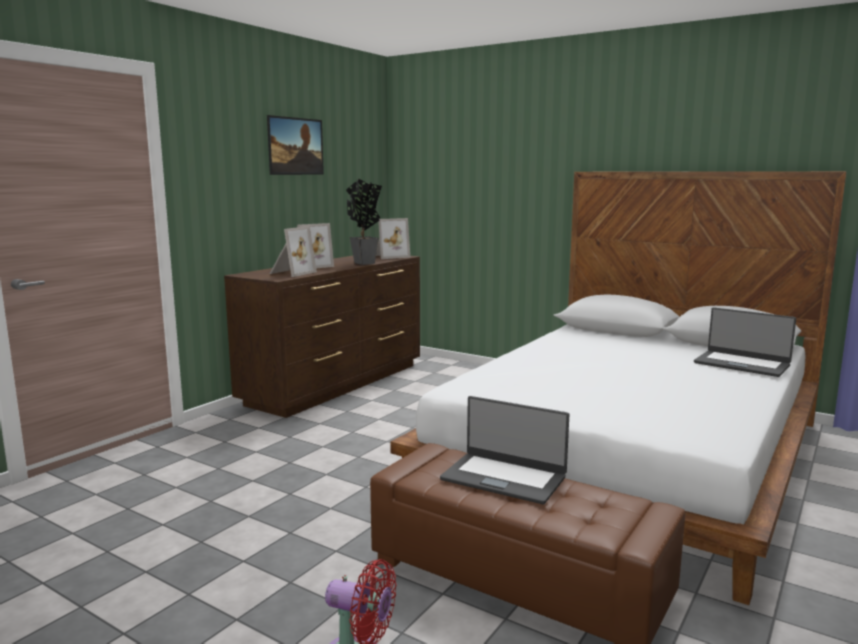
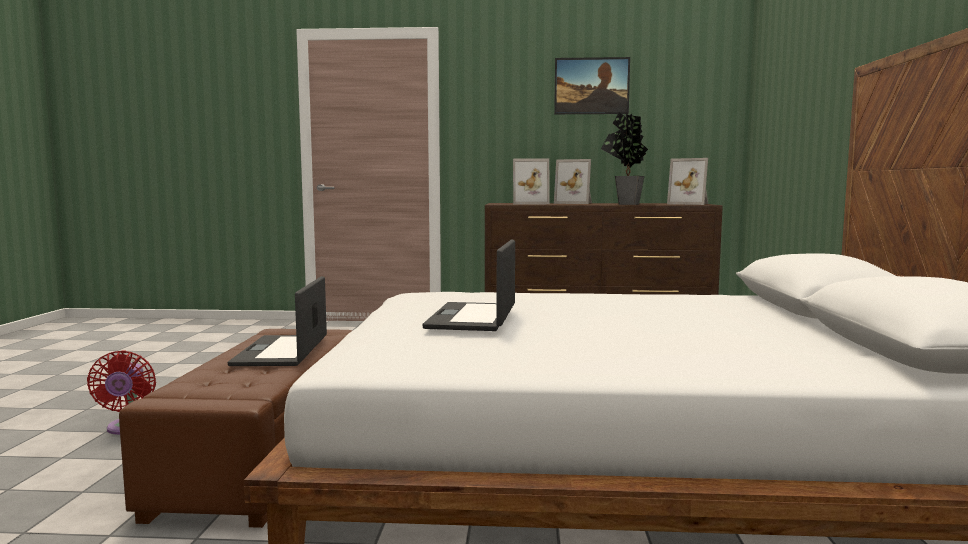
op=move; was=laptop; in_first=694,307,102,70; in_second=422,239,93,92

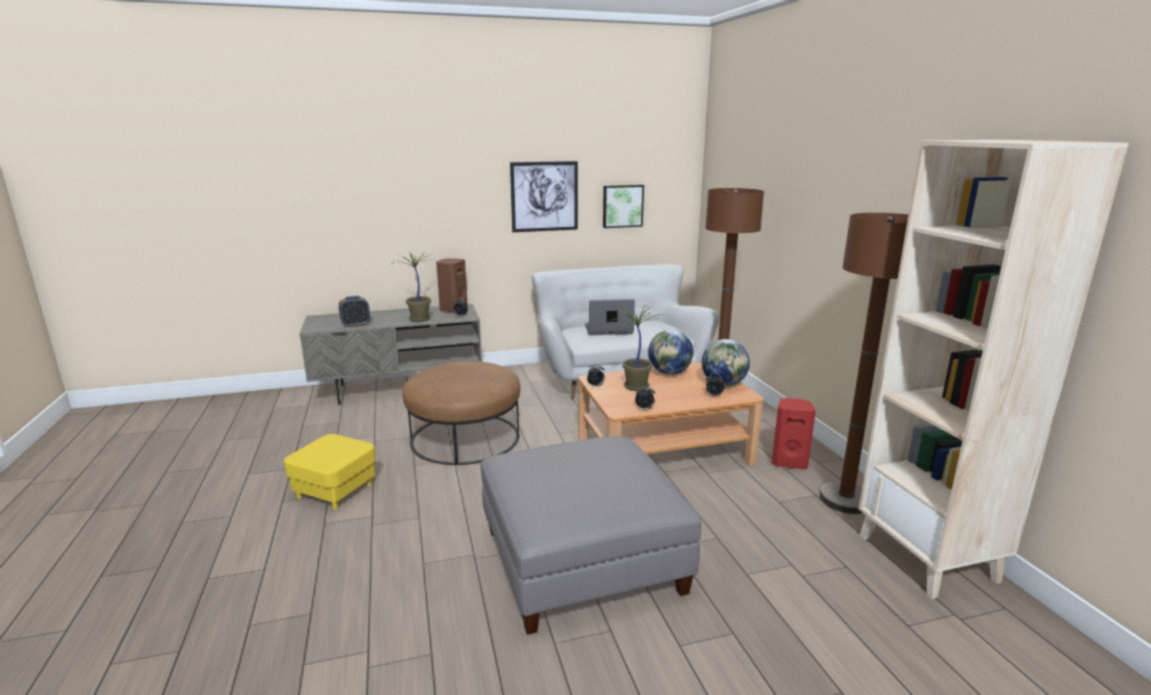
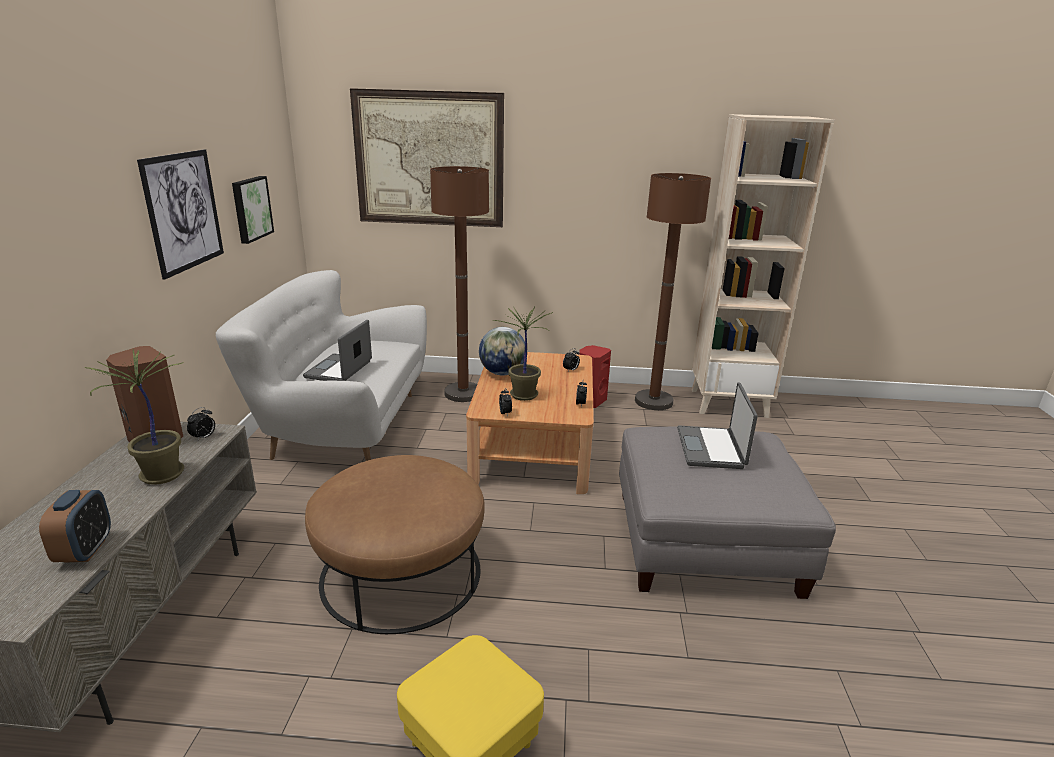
op=delete; was=globe; in_first=702,339,48,47
op=insert; now=picture; in_second=350,88,154,139
op=insert; now=laptop; in_second=677,383,81,86

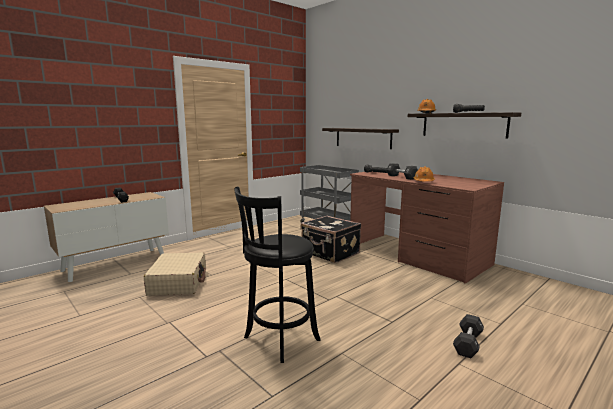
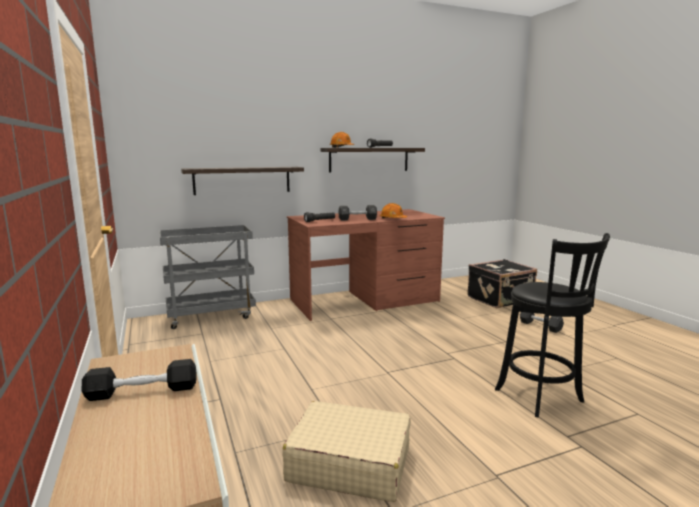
op=move; was=black suitcase; in_first=300,215,61,48; in_second=468,259,69,49

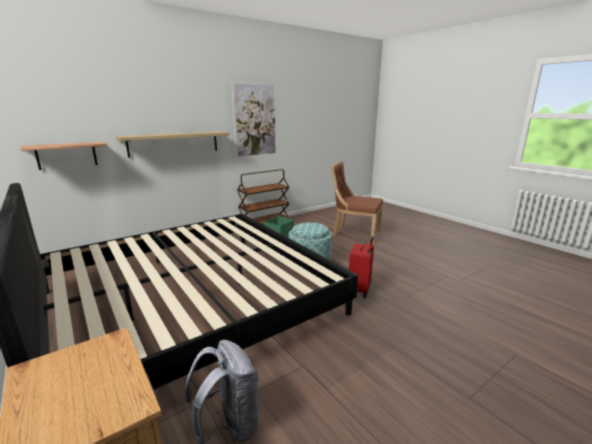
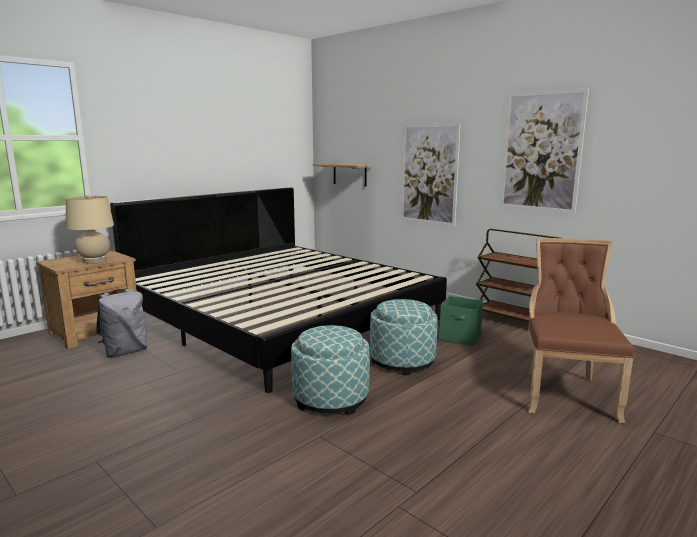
op=replace; was=shelf; now=picture; in_first=116,131,113,27; in_second=401,123,60,103
op=replace; was=red suitcase; now=ottoman; in_first=349,236,25,62; in_second=291,325,79,90
op=insert; now=beige table lamp; in_second=66,195,48,69

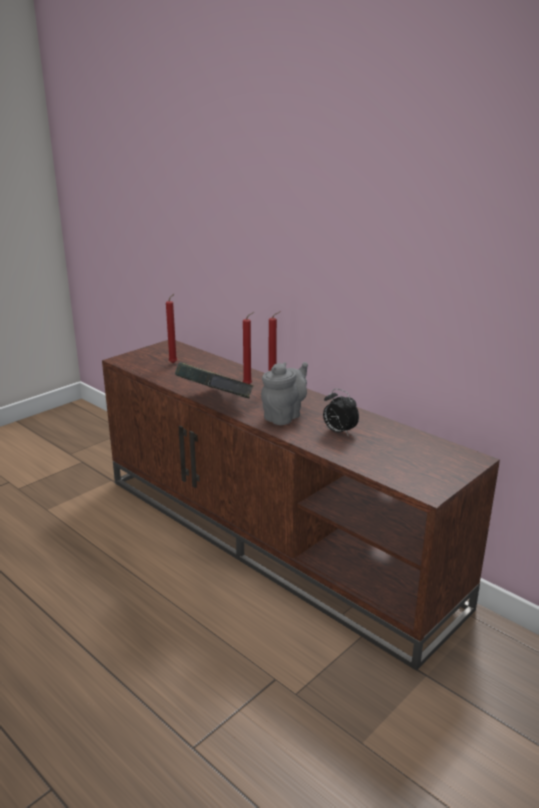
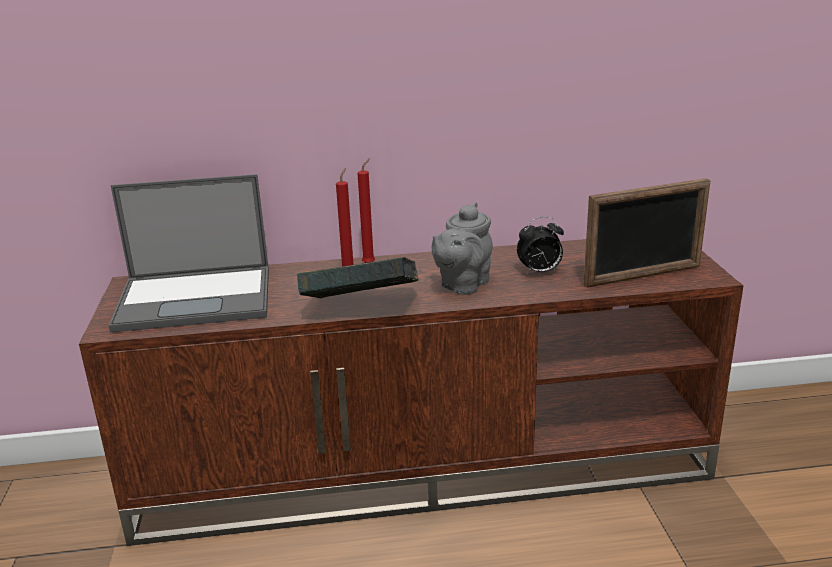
op=replace; was=red candle; now=laptop; in_first=166,293,11,70; in_second=109,174,160,159
op=rotate; was=grey teapot; in_first=261,362,47,63; in_second=432,202,61,93; clockwise=-135
op=insert; now=picture frame; in_second=584,178,127,110

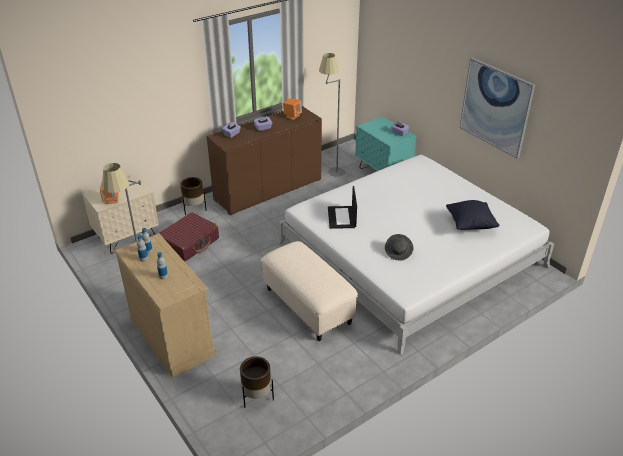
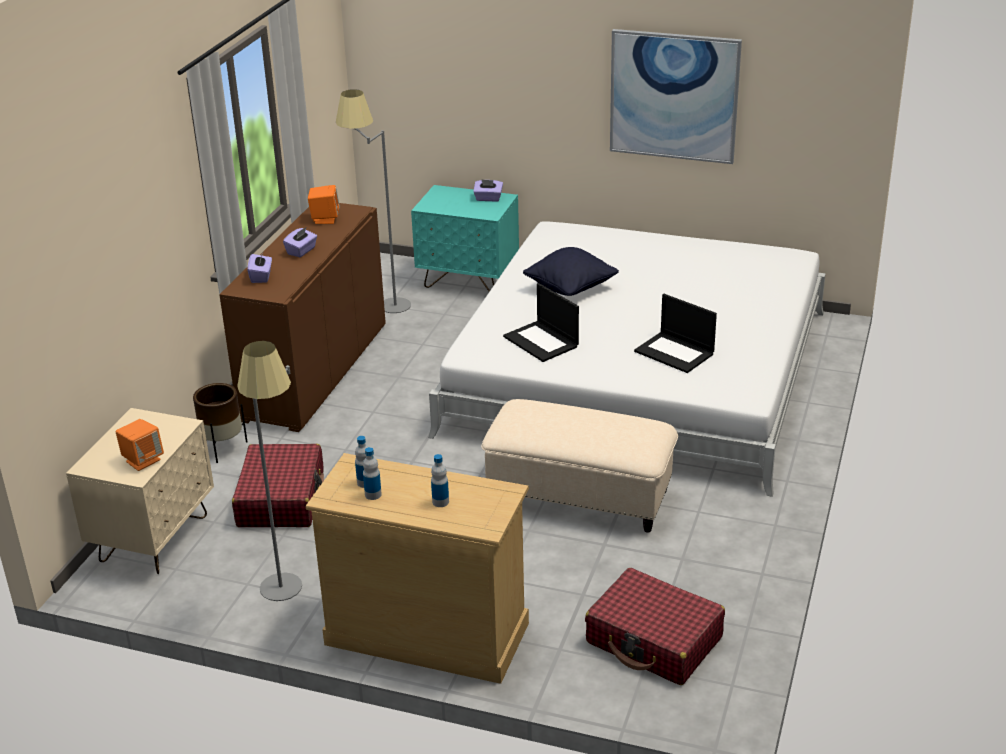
op=replace; was=brown planter; now=red suitcase; in_first=240,356,34,52; in_second=585,568,140,117
op=replace; was=grey hat; now=laptop; in_first=385,234,29,26; in_second=634,294,83,79
op=move; was=black pillow; in_first=446,200,54,30; in_second=523,247,96,49

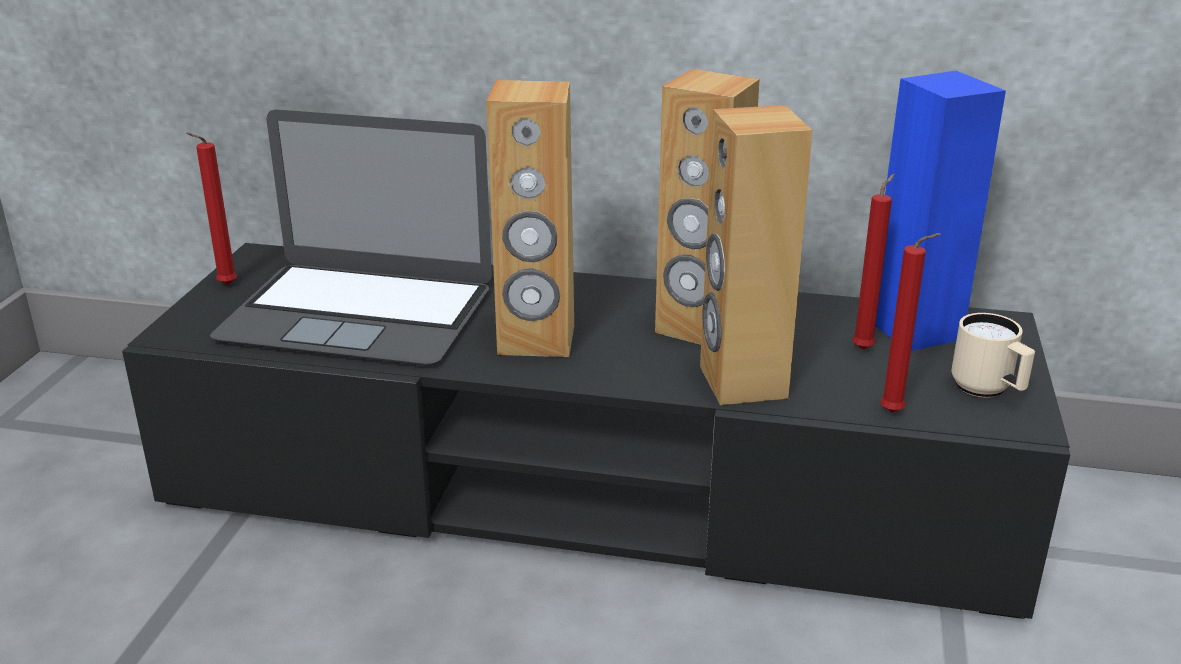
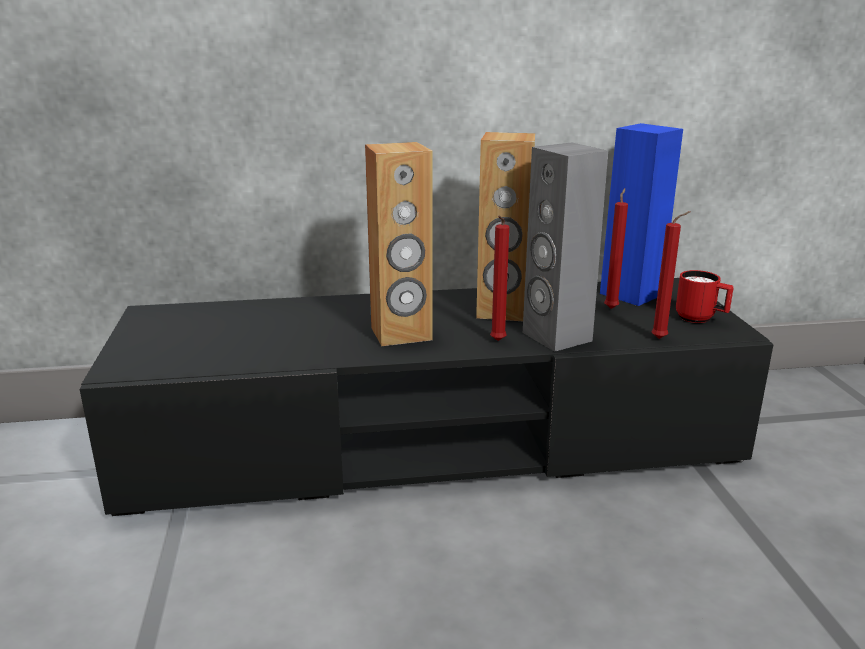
op=move; was=red candle; in_first=186,132,51,153; in_second=490,216,19,125
op=delete; was=laptop; in_first=210,110,282,256
op=recolor; was=brown speaker; now=grey speaker; in_first=700,105,112,300; in_second=523,142,85,210
op=recolor; was=beige mug; now=red mug; in_first=951,313,84,85; in_second=676,270,58,53

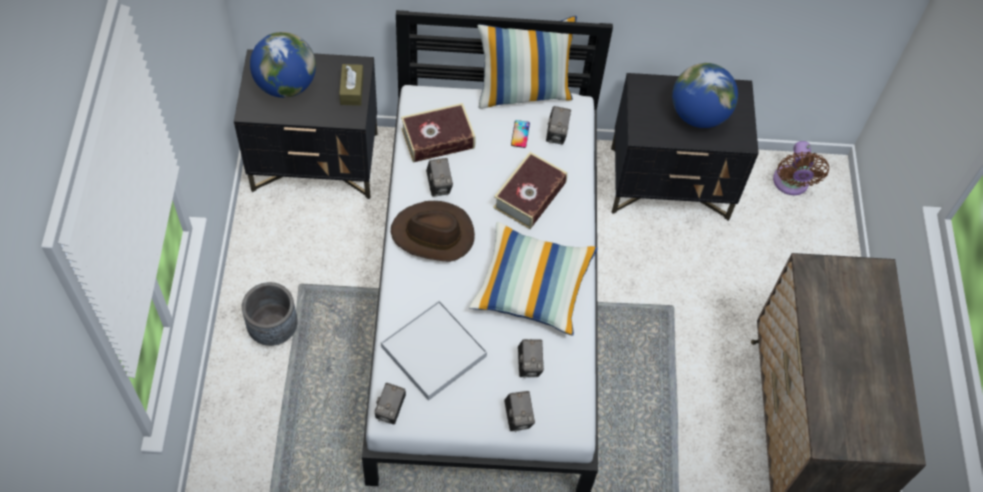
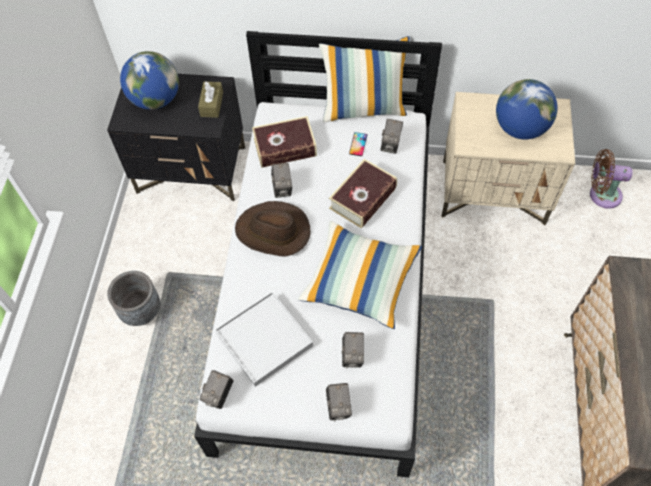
op=recolor; was=black nightstand; now=beige nightstand; in_first=611,73,148,148; in_second=441,92,134,133
op=rotate; was=brown fan; in_first=773,141,56,54; in_second=590,149,43,60; clockwise=90

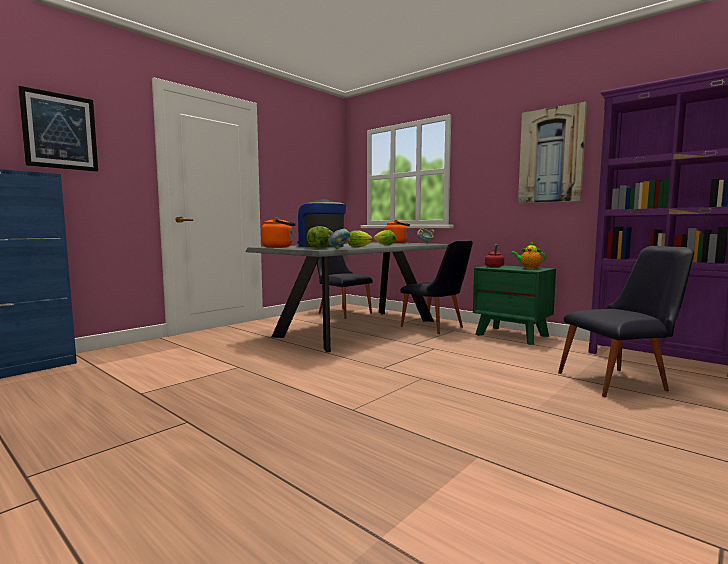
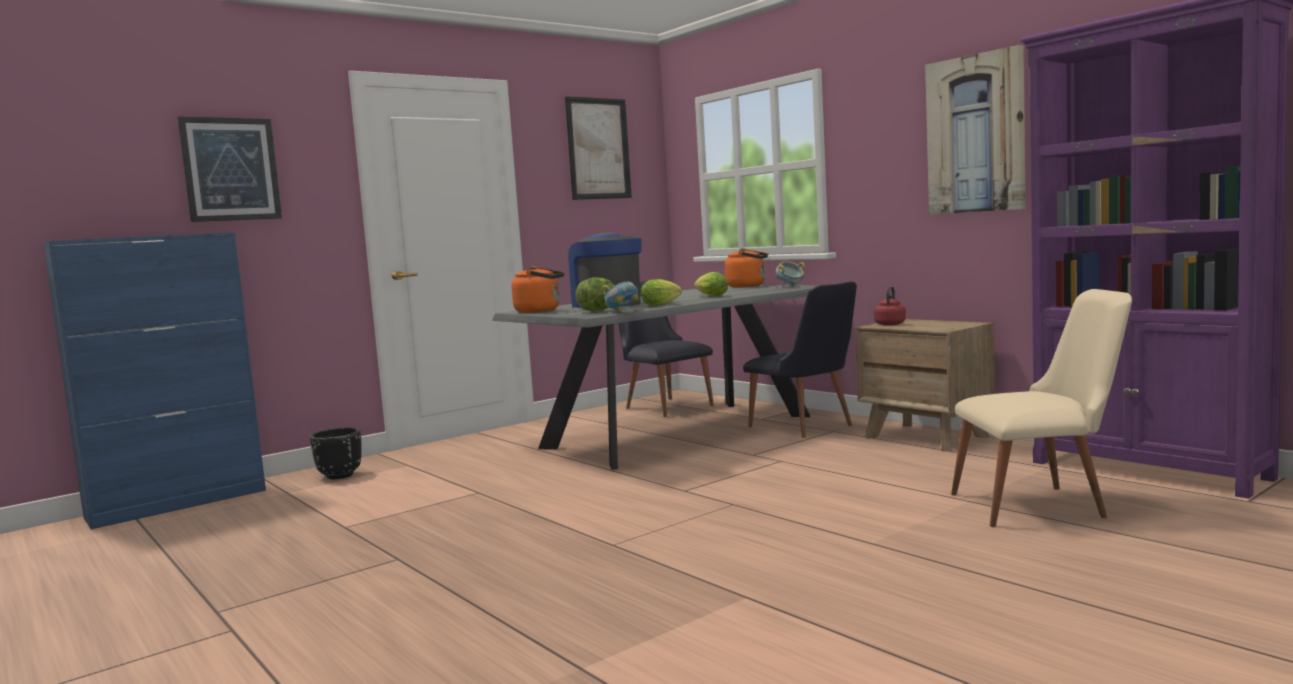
op=recolor; was=green nightstand; now=brown nightstand; in_first=473,265,83,80; in_second=855,319,140,133
op=delete; was=teapot; in_first=511,241,34,28
op=recolor; was=black chair; now=beige chair; in_first=558,246,136,151; in_second=951,289,181,238
op=insert; now=black planter; in_second=310,427,52,52
op=insert; now=picture; in_second=565,96,67,104

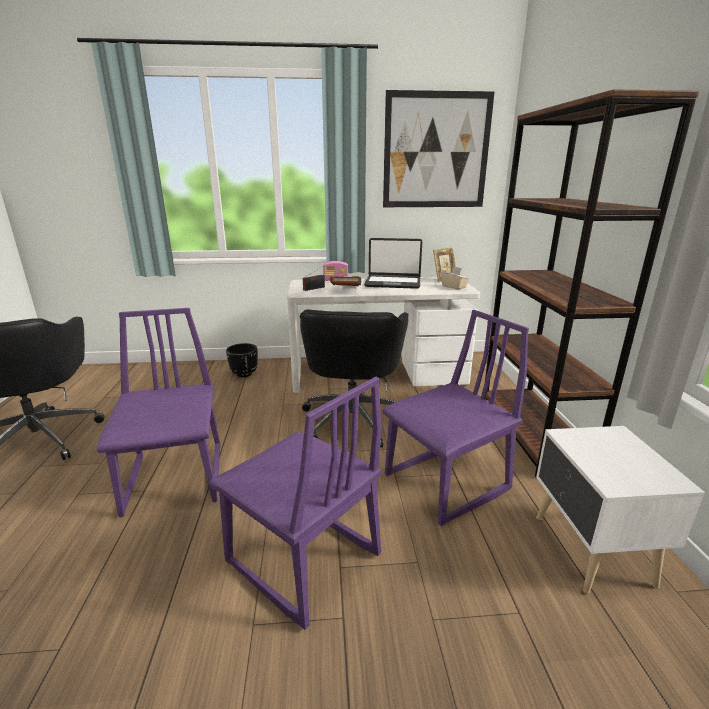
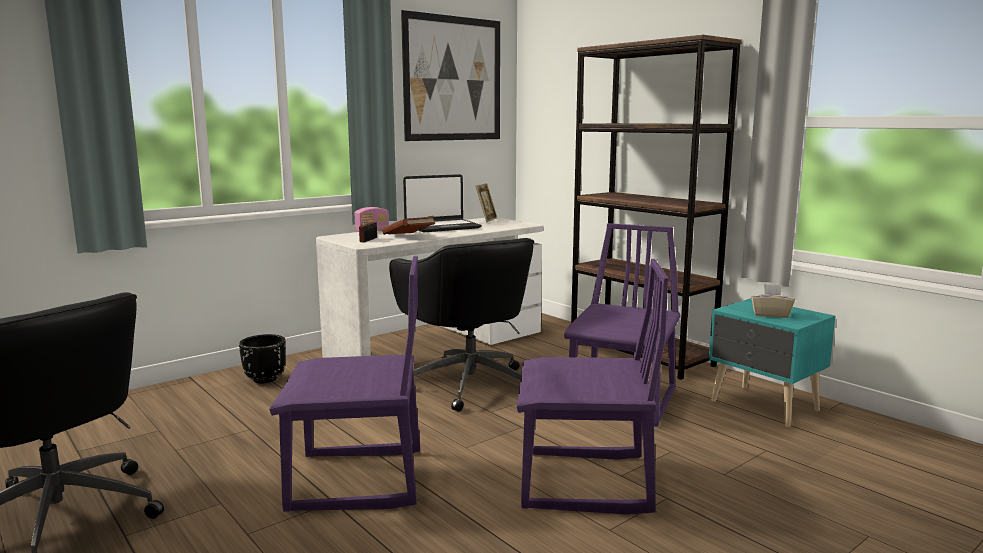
op=rotate; was=purple chair; in_first=96,308,124,209; in_second=269,256,151,256; clockwise=135
op=move; was=beige tissue box; in_first=441,267,29,23; in_second=751,284,44,34
op=recolor; was=white nightstand; now=turquoise nightstand; in_first=536,426,169,168; in_second=709,298,126,129

